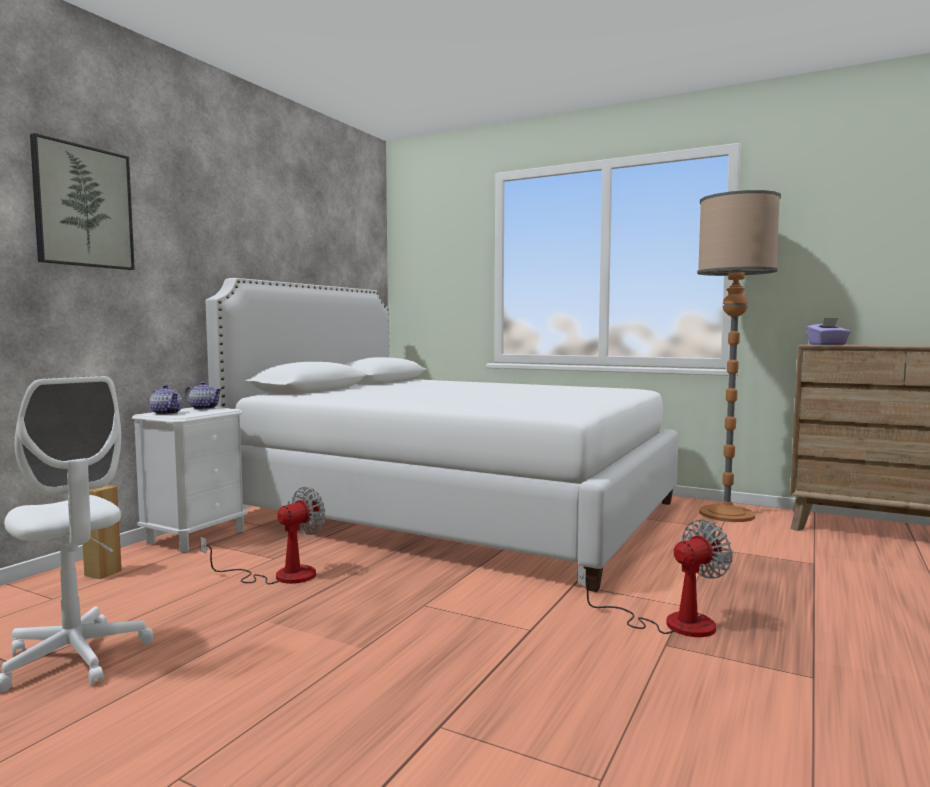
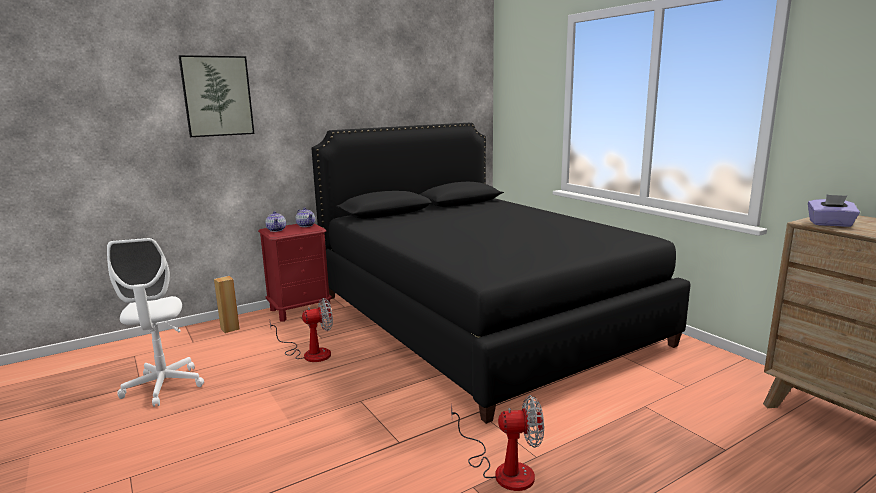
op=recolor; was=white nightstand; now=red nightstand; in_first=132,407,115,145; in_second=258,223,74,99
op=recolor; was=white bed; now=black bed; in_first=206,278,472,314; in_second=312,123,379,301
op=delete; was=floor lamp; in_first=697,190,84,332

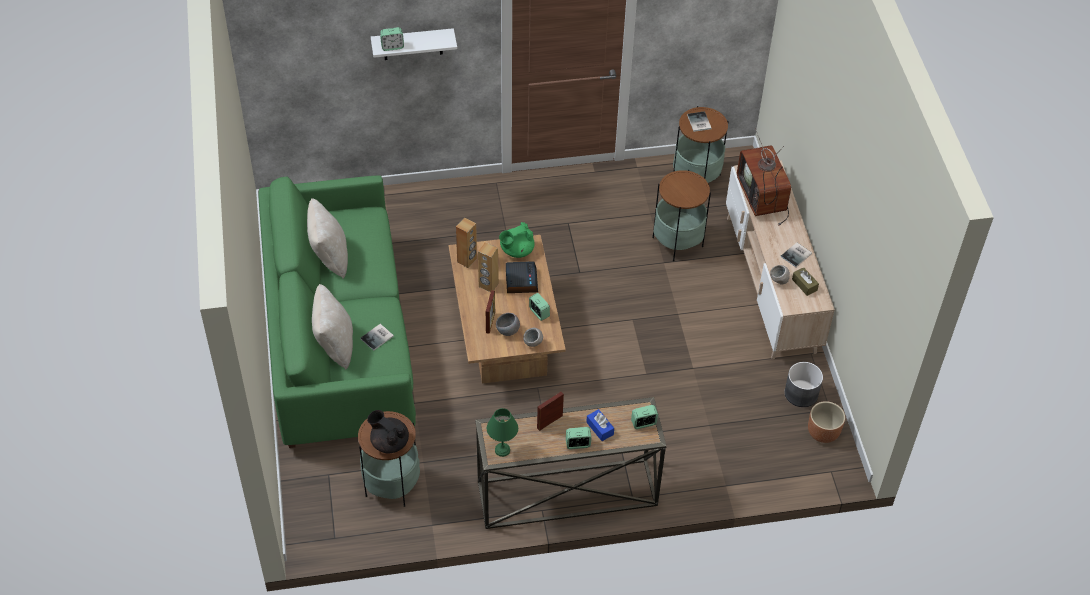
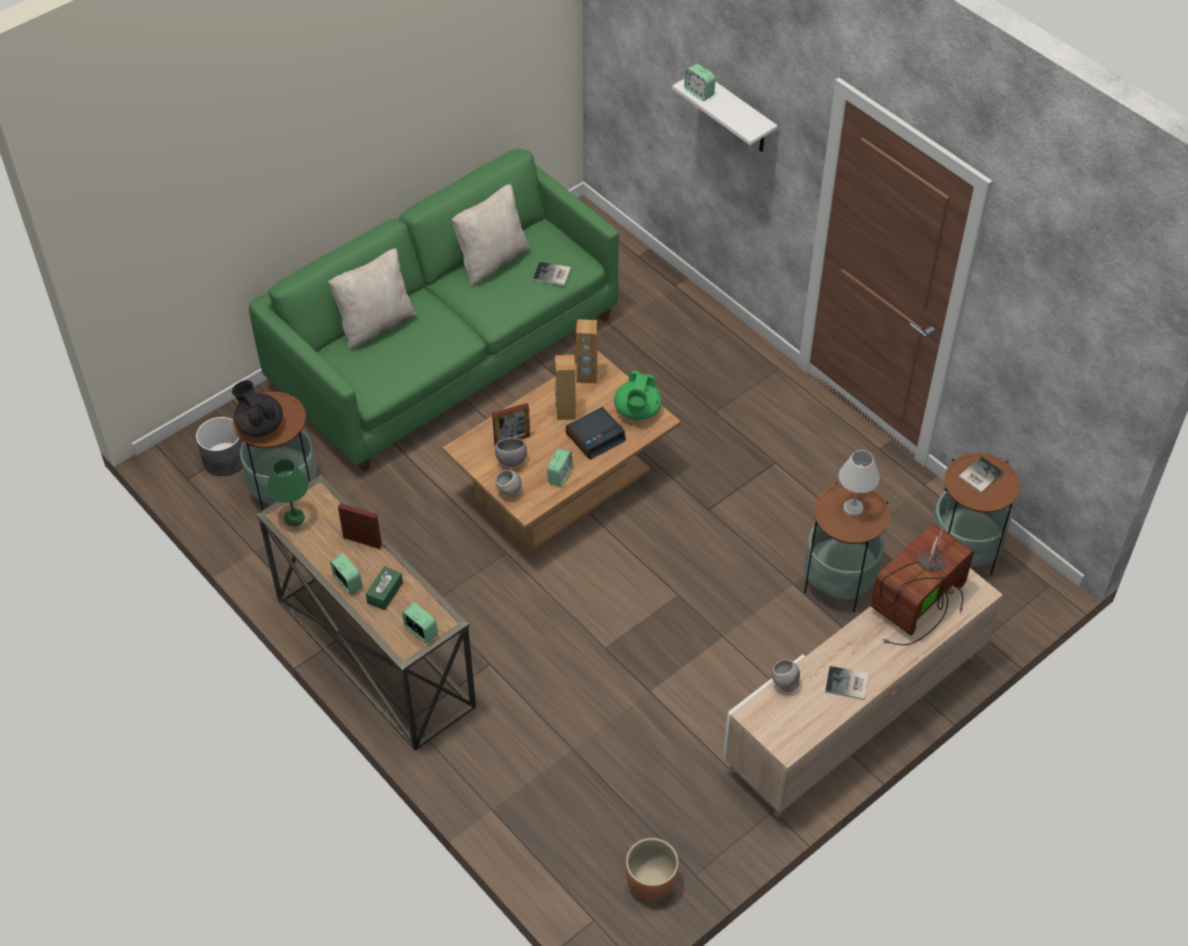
op=move; was=book; in_first=360,324,34,27; in_second=533,262,38,24
op=rotate; was=black teapot; in_first=367,410,42,43; in_second=232,380,51,57; clockwise=-45
op=rotate; was=green teapot; in_first=499,222,35,36; in_second=614,371,47,49; clockwise=-105
op=recolor; was=blue tissue box; now=green tissue box; in_first=586,409,28,32; in_second=366,566,37,44
op=move; was=grey planter; in_first=785,362,38,45; in_second=196,417,47,59
op=delete; was=brown tissue box; in_first=792,267,27,29
op=insert; now=white table lamp; in_second=839,450,41,66

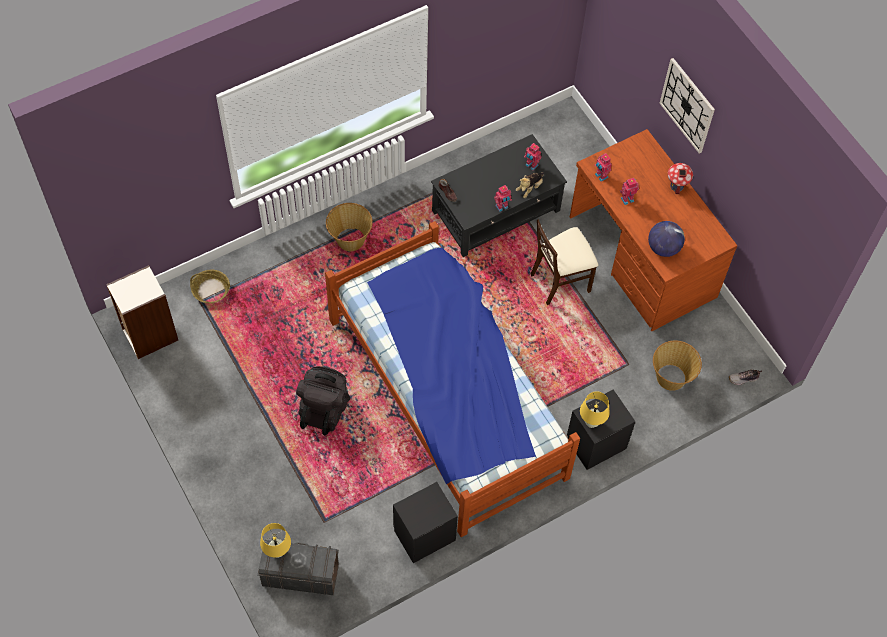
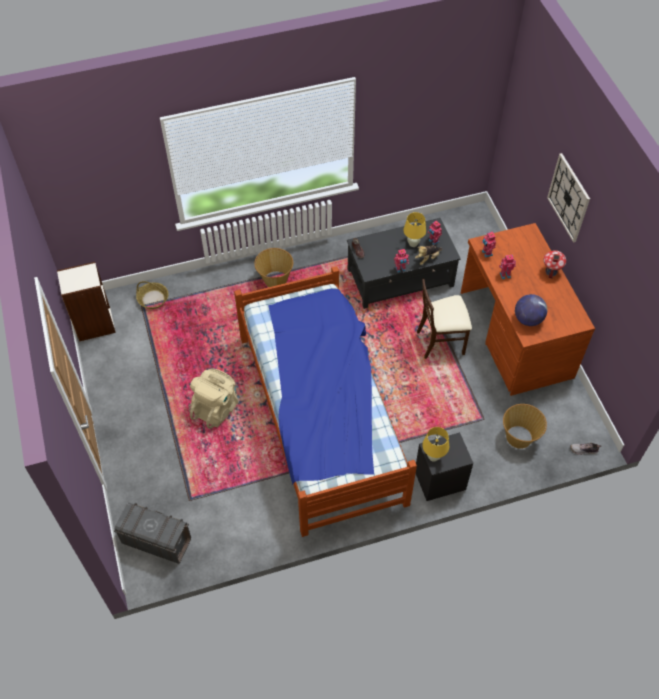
op=move; was=yellow table lamp; in_first=260,523,31,35; in_second=403,212,23,35
op=recolor; was=black backpack; now=beige backpack; in_first=296,366,54,70; in_second=190,368,48,61
op=delete; was=black nightstand; in_first=393,482,65,81

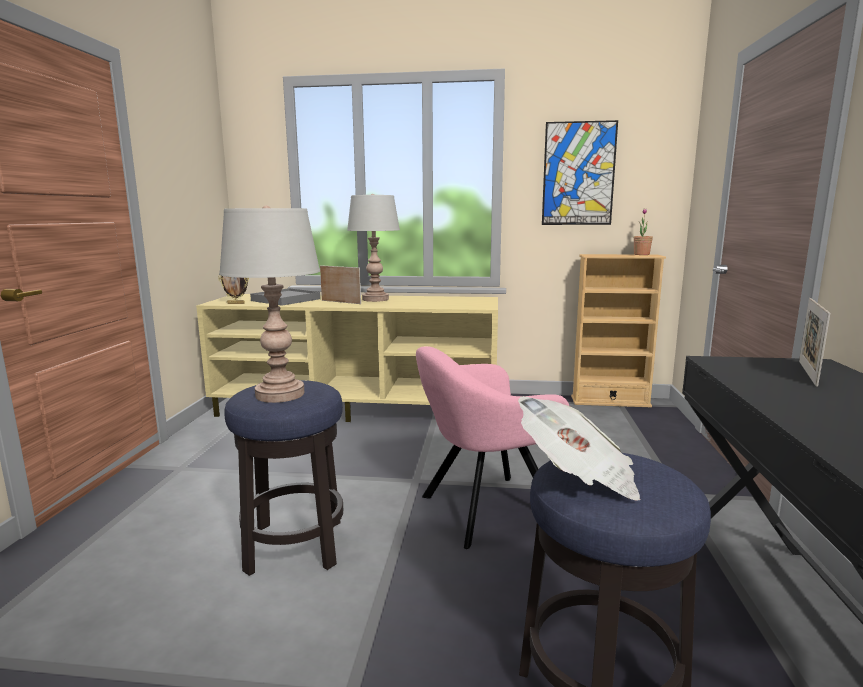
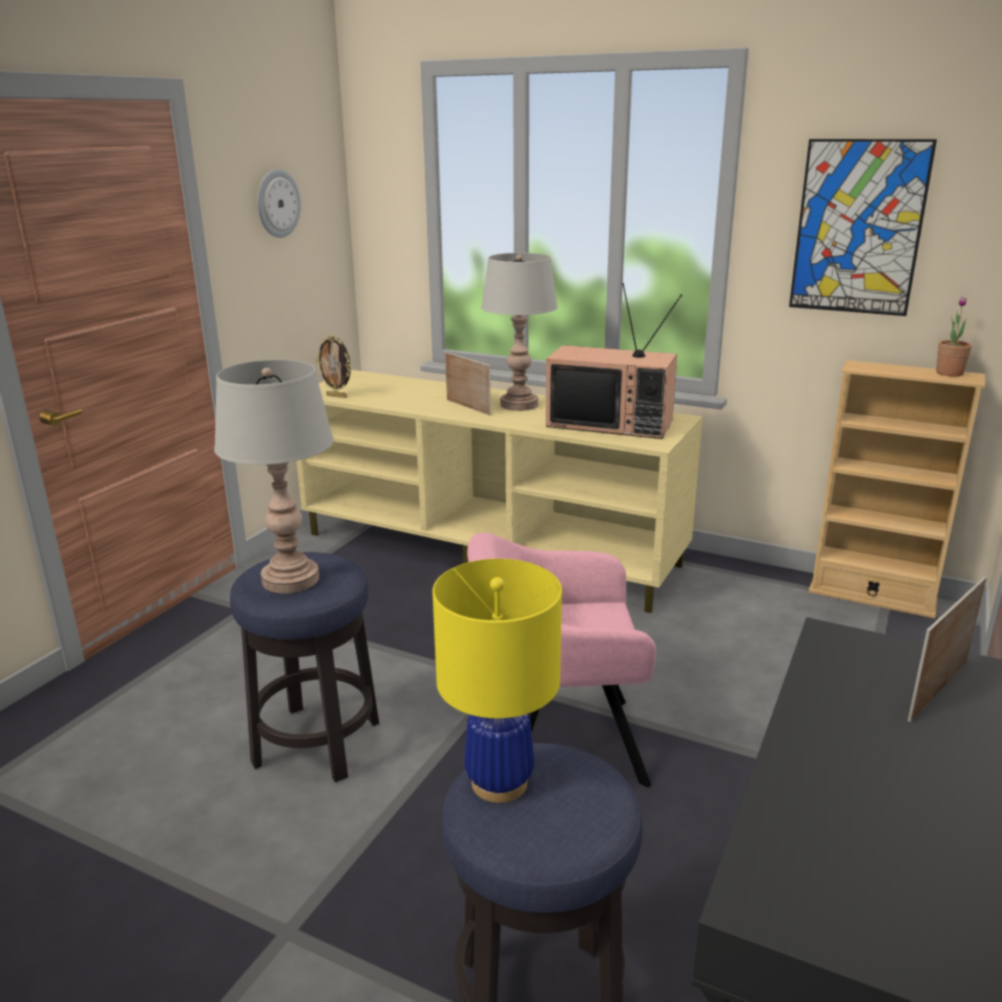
op=delete; was=grey tray; in_first=250,288,70,18
op=replace; was=newspaper; now=yellow table lamp; in_first=518,396,123,105; in_second=432,559,130,244
op=insert; now=wall clock; in_second=257,169,44,69
op=insert; now=television; in_second=546,283,136,156

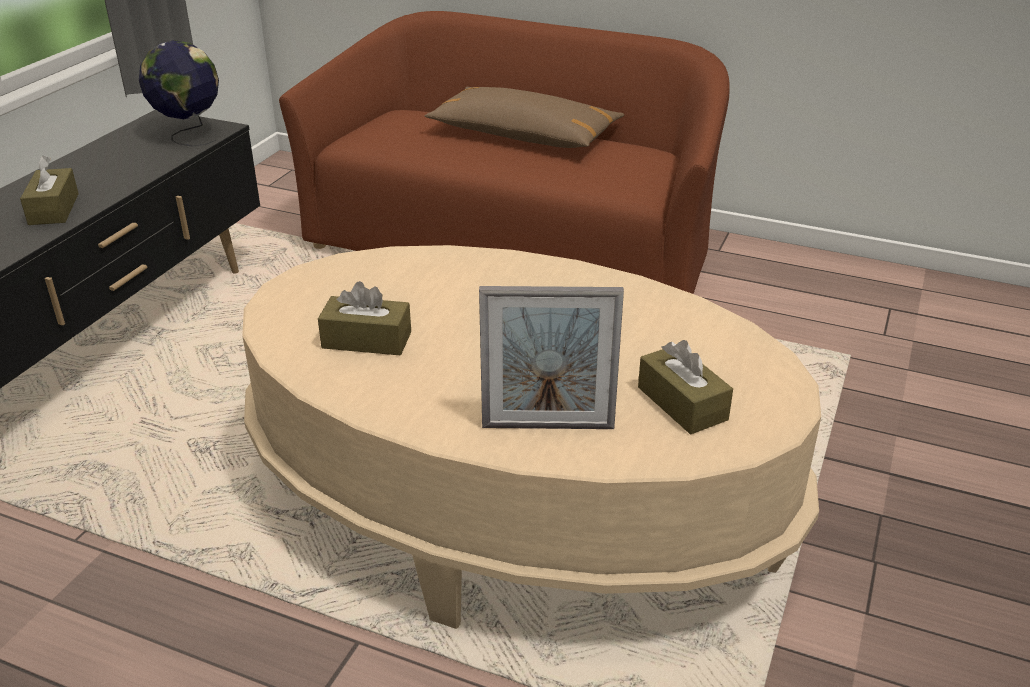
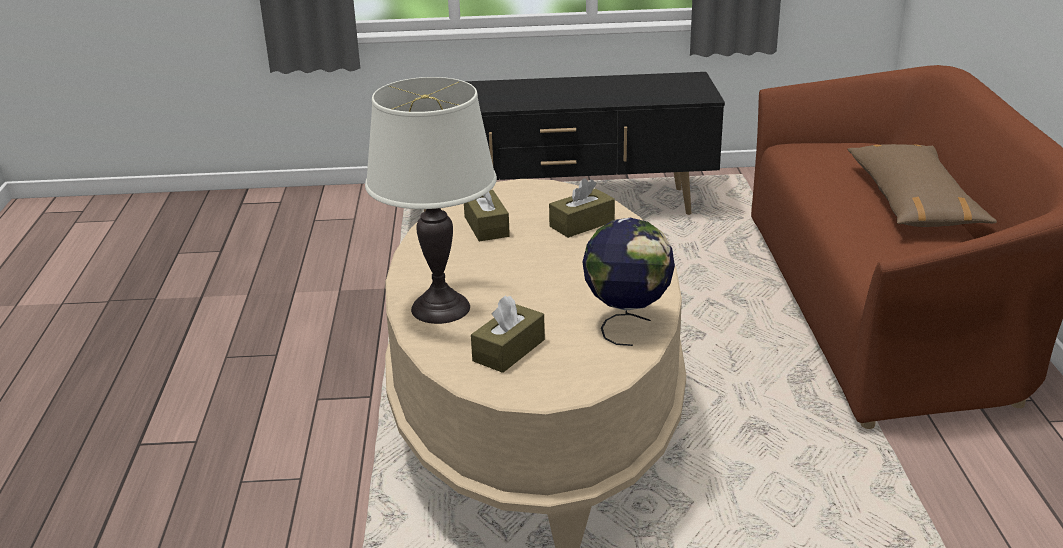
op=move; was=brown tissue box; in_first=20,155,59,70; in_second=549,178,66,60
op=move; was=globe; in_first=139,40,80,107; in_second=583,218,92,128
op=replace; was=picture frame; now=white table lamp; in_first=479,286,145,143; in_second=365,77,132,247

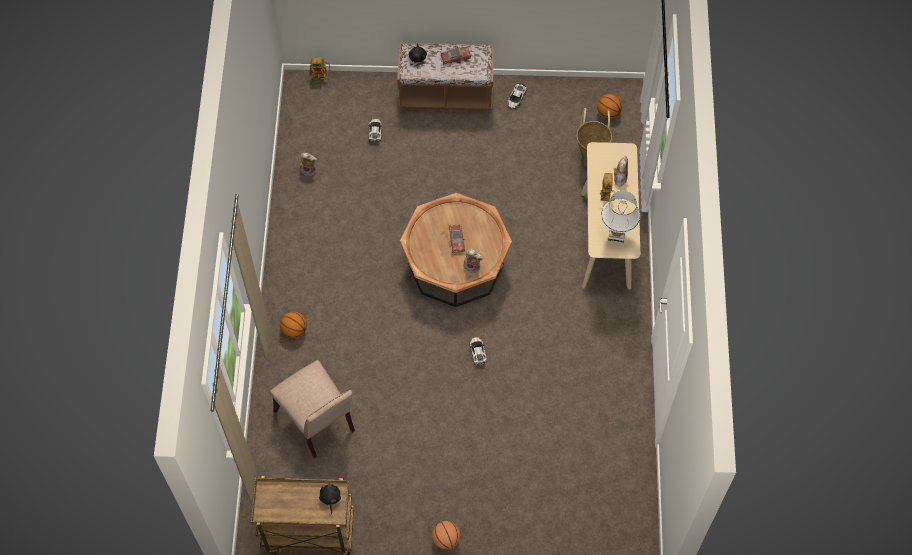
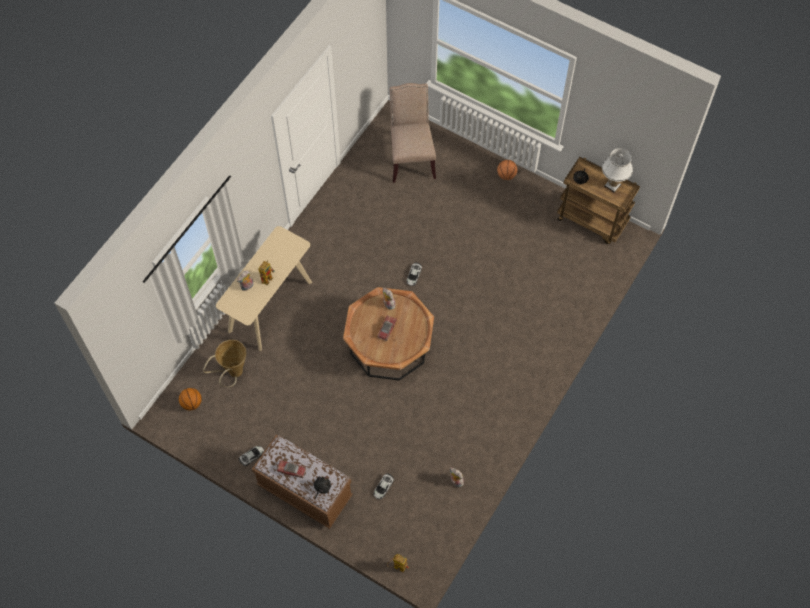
op=move; was=beige chair; in_first=270,360,85,98; in_second=390,83,46,100
op=delete; was=basketball; in_first=280,311,27,27
op=move; was=white table lamp; in_first=601,191,39,52; in_second=602,148,31,45

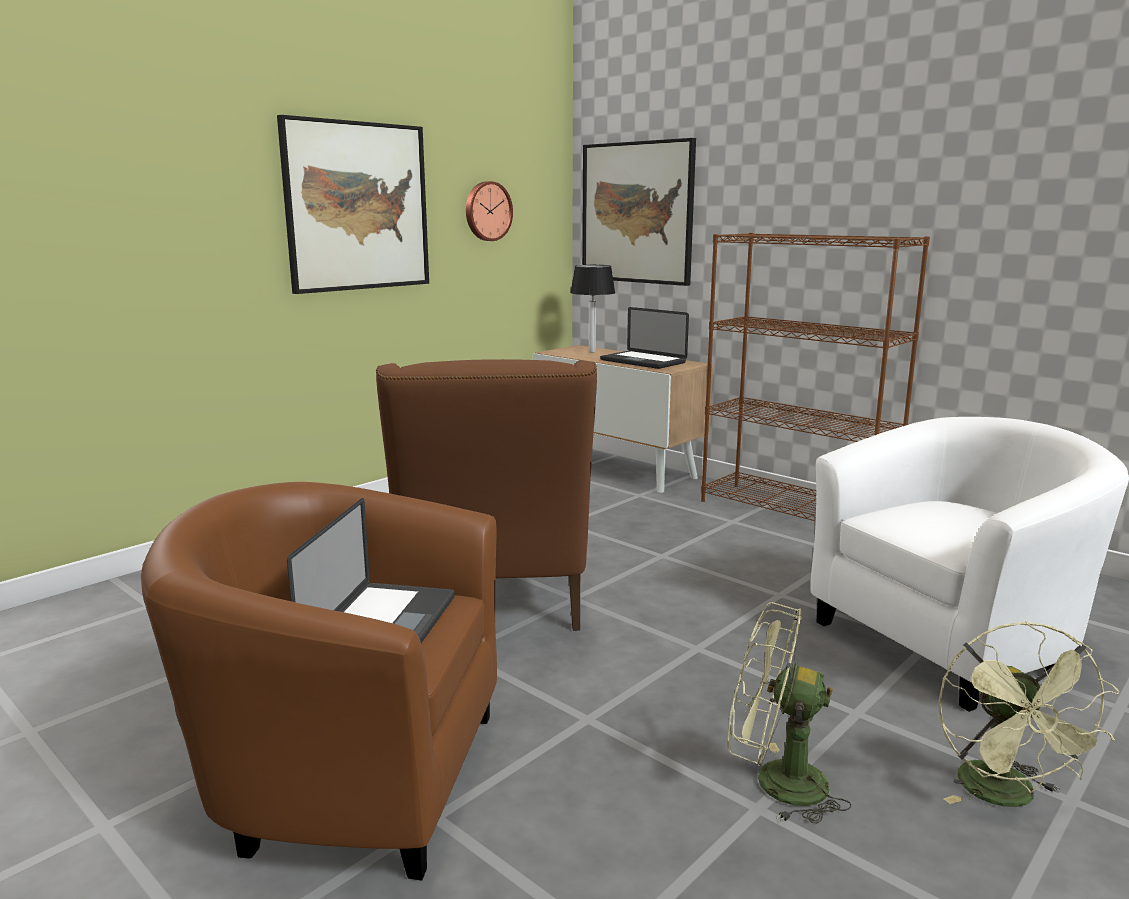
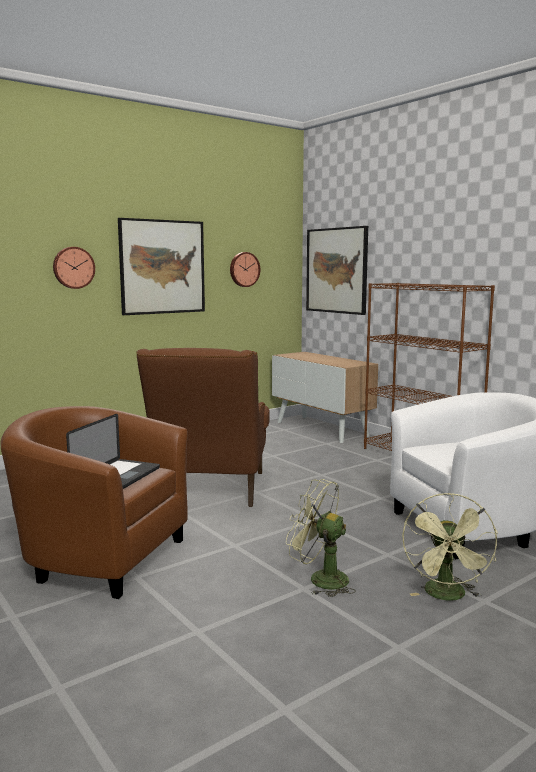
op=delete; was=table lamp; in_first=570,265,45,88
op=delete; was=laptop; in_first=600,307,89,62
op=insert; now=wall clock; in_second=53,247,42,42

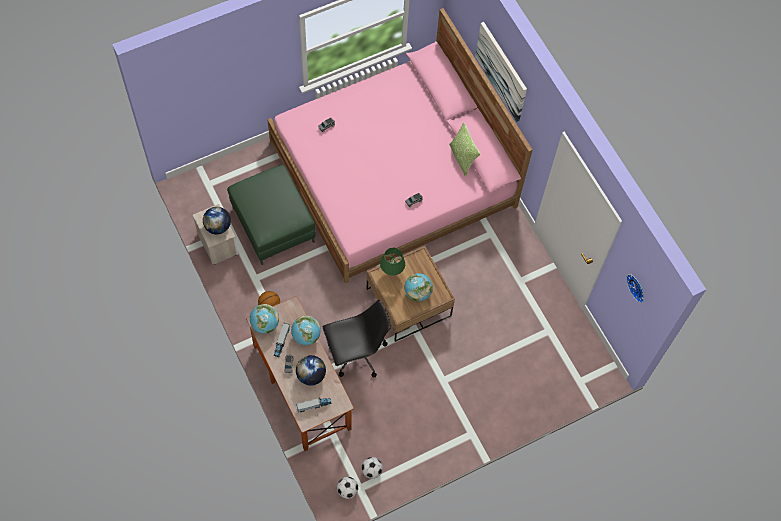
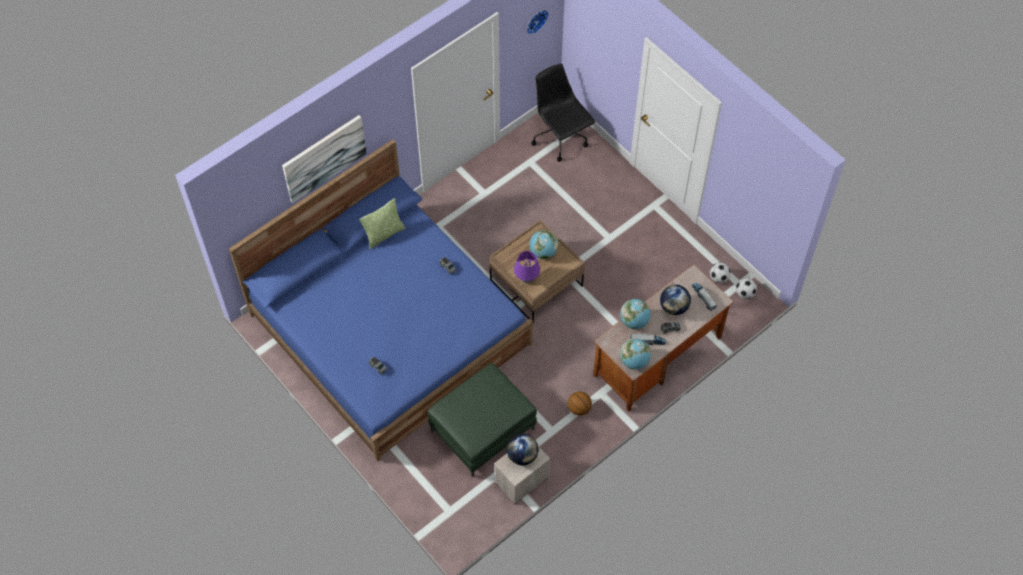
op=recolor; was=pink bed; now=blue bed; in_first=267,8,266,276; in_second=229,139,304,322
op=move; was=black office chair; in_first=323,300,68,77; in_second=531,64,64,98
op=recolor; was=green table lamp; now=purple table lamp; in_first=380,248,25,27; in_second=514,251,26,32

